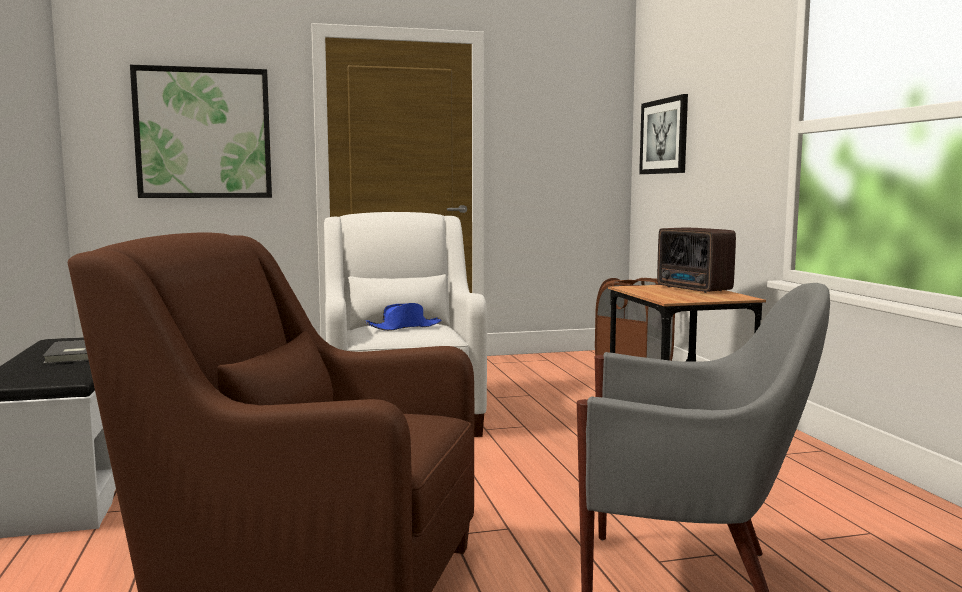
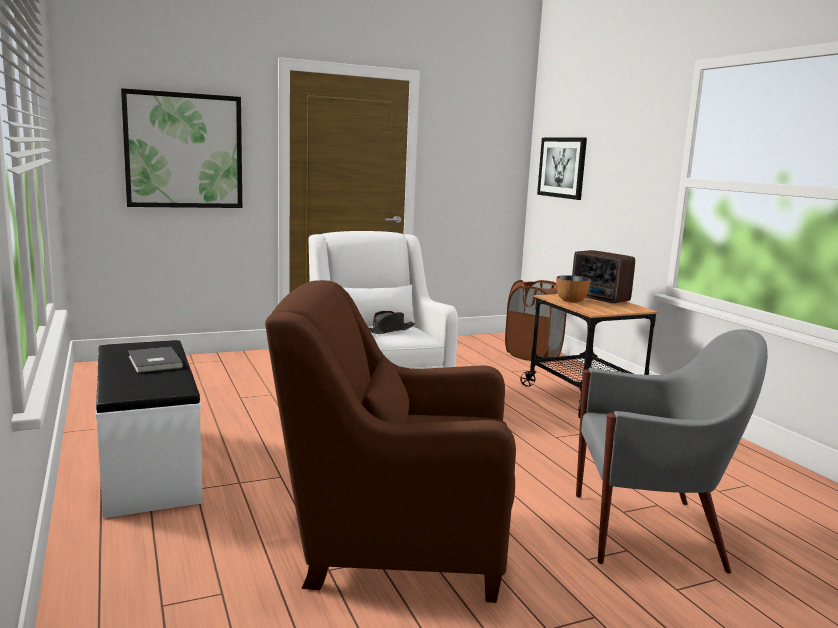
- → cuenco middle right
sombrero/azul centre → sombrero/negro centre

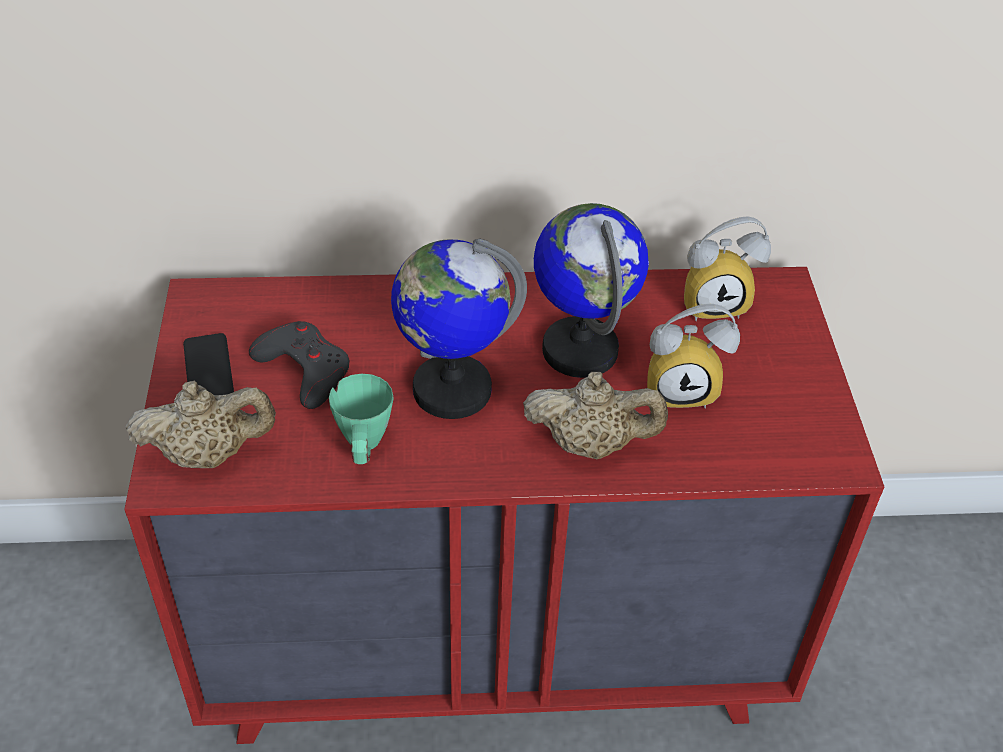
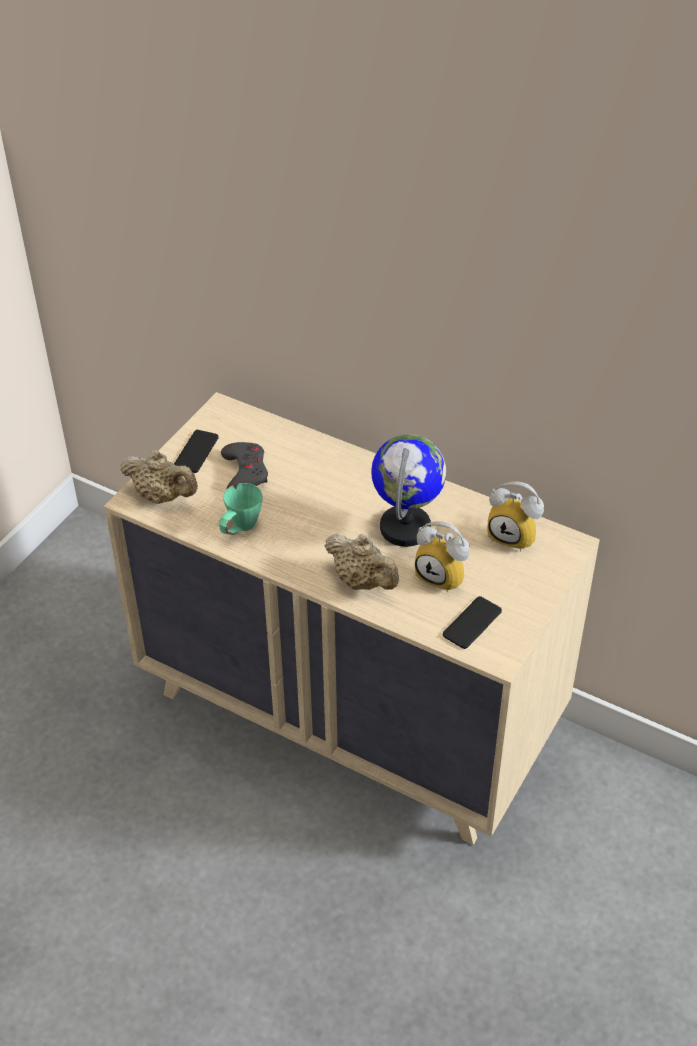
globo terráqueo (1st from left) centre → -
- → móvil (2nd from left) middle right
cómoda/rojo bottom centre → cómoda/beis centre

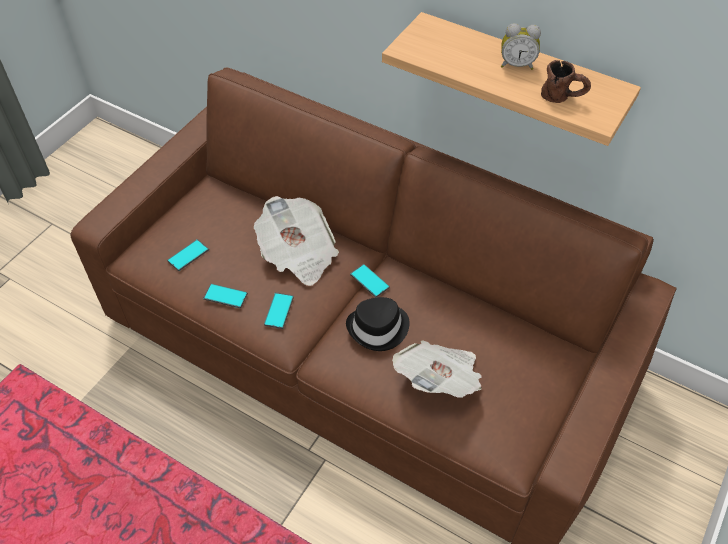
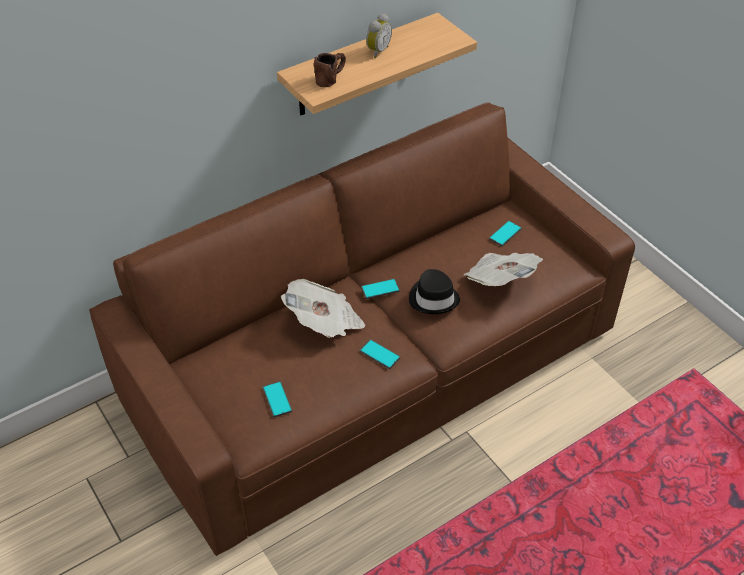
móvil (2nd from left in the first image) middle left → móvil (4th from left) middle right, move
taza grande/marrón top right → taza grande/marrón top centre, move

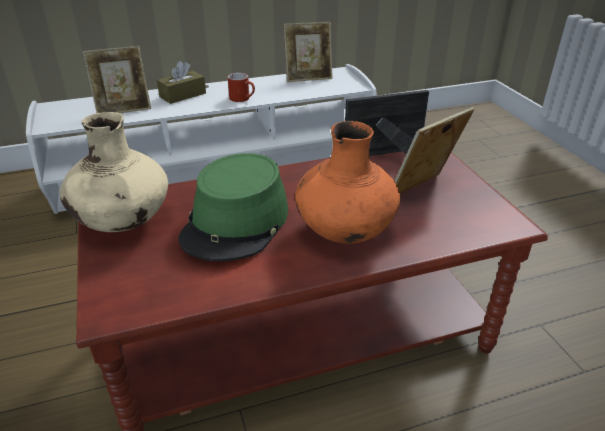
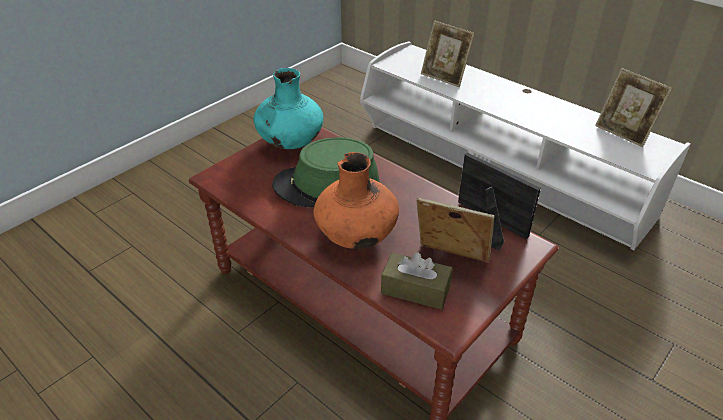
taza grande/rojo top centre → -
caja de pañuelos/marrón top left → caja de pañuelos/marrón bottom centre, move
florero/beis middle left → florero/turquesa top centre

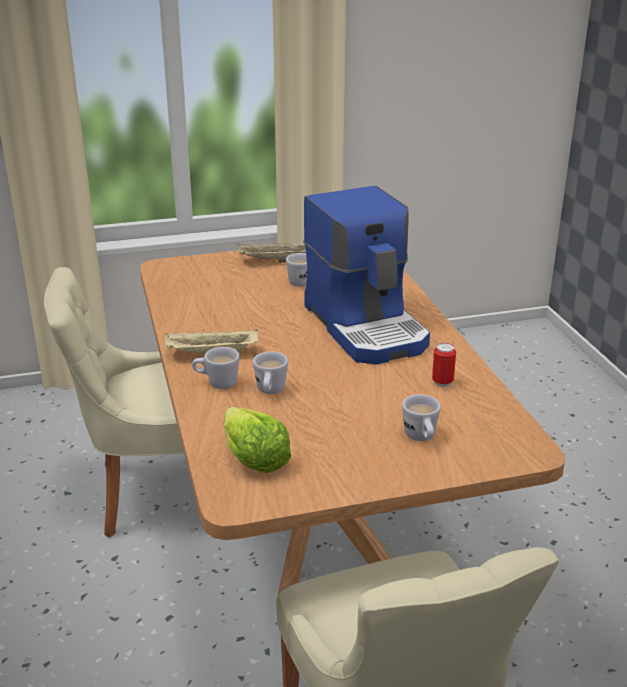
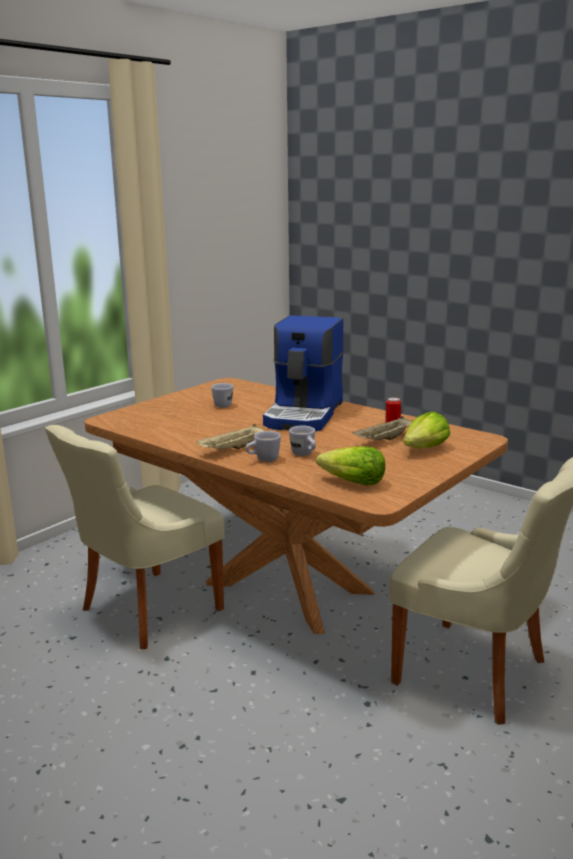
bandeja/beis (2nd from left) centre → bandeja/beis (2nd from left) middle right, move
taza grande/blanco (4th from left) middle right → lechuga (2nd from left) middle right
cafetera centre, 75 degrees clockwise

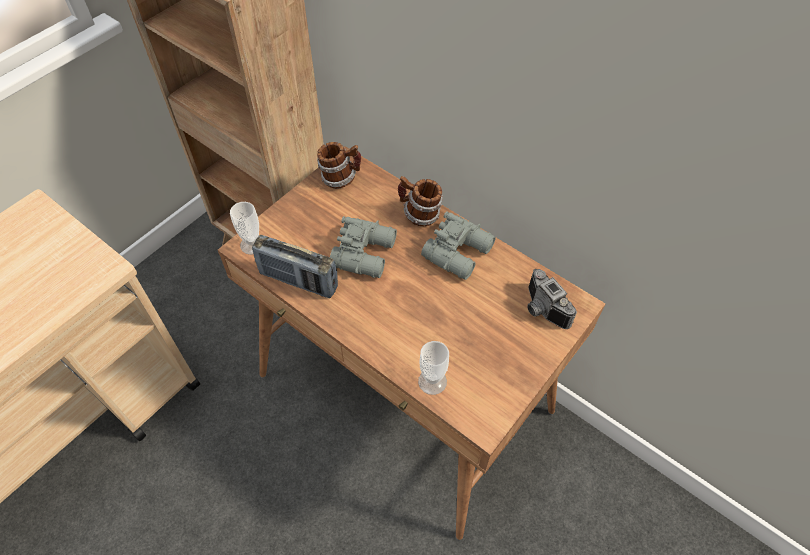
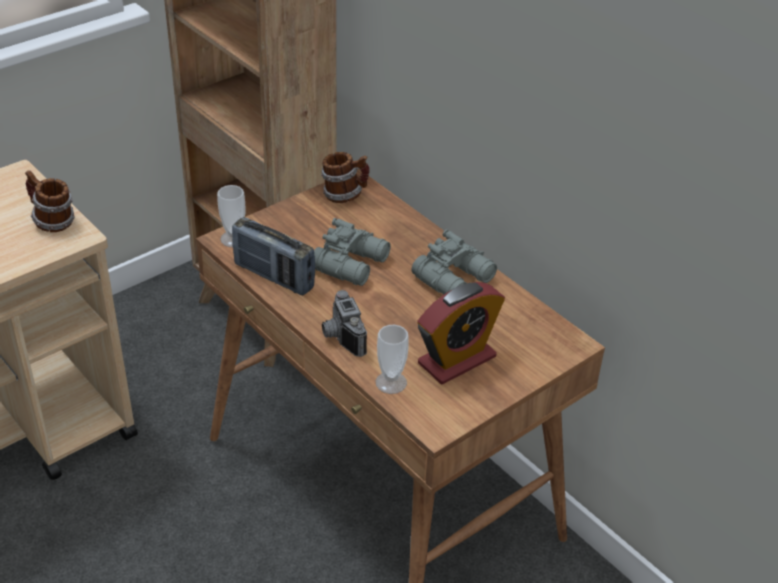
- → despertador centre
taza grande (2nd from left in the first image) centre → taza grande (1st from left) middle left, move
cámara middle right → cámara centre, move

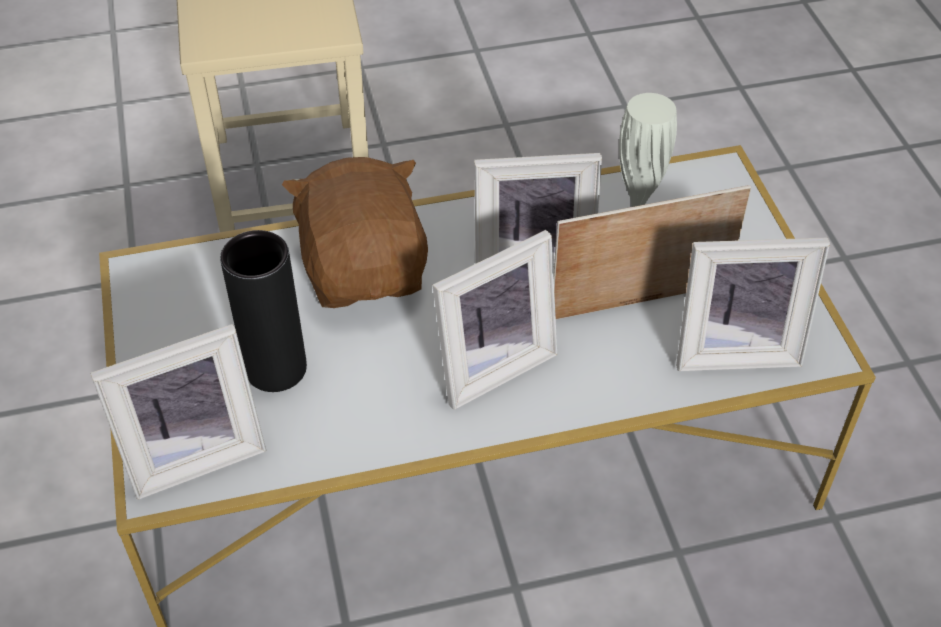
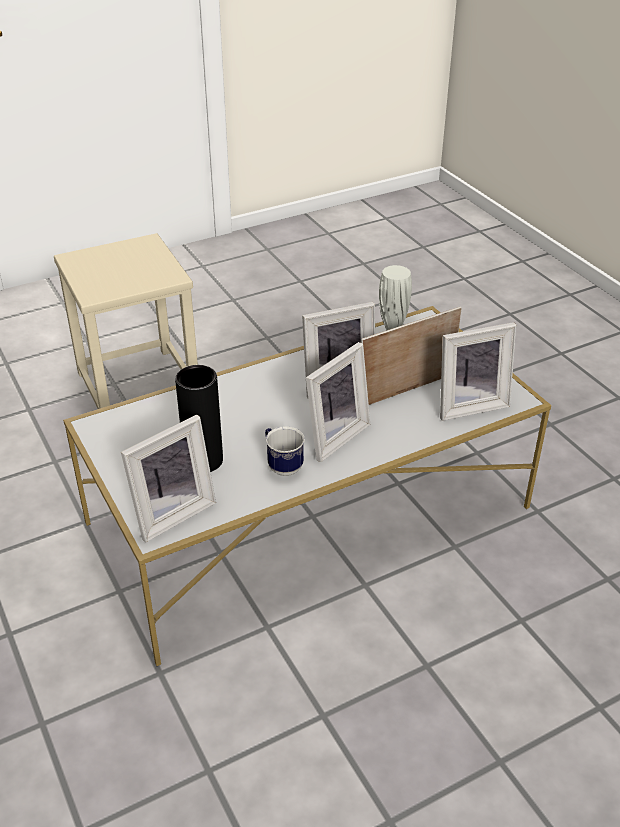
peluche/marrón centre → -
- → taza grande centre

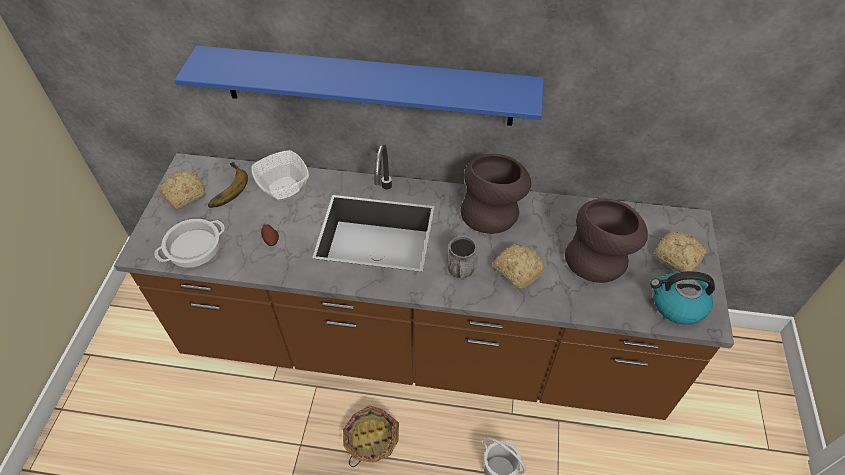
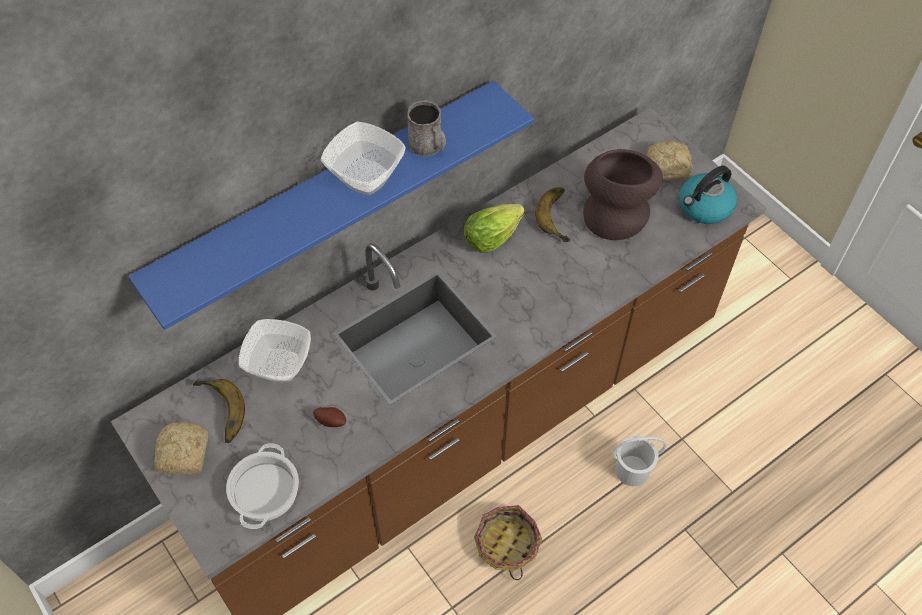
pan (2nd from left) centre → -
- → cuenco (2nd from left) top centre
- → plátano (2nd from left) centre
taza grande/gris centre → taza grande/gris top centre, move
florero/marrón (1st from left) centre → lechuga centre

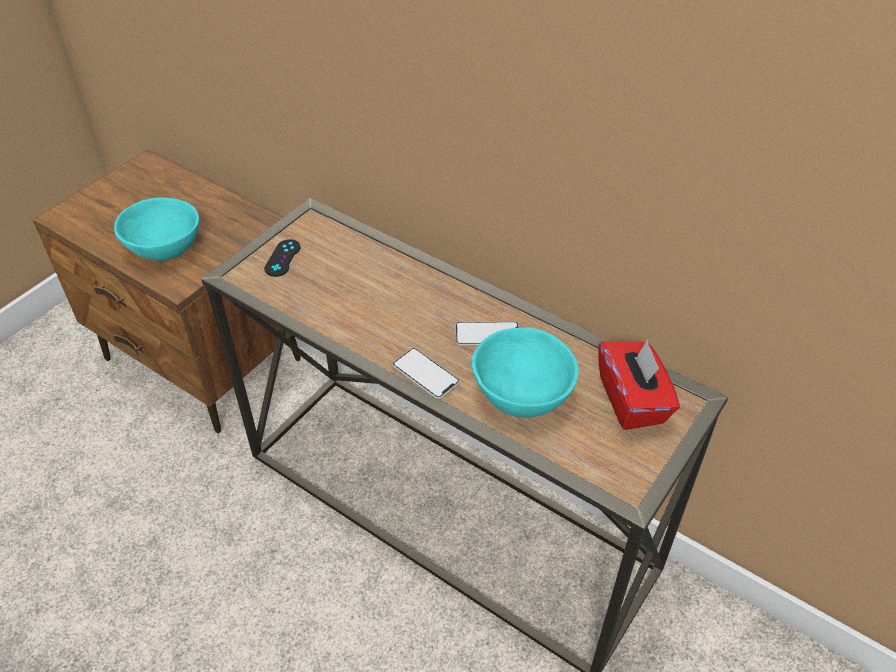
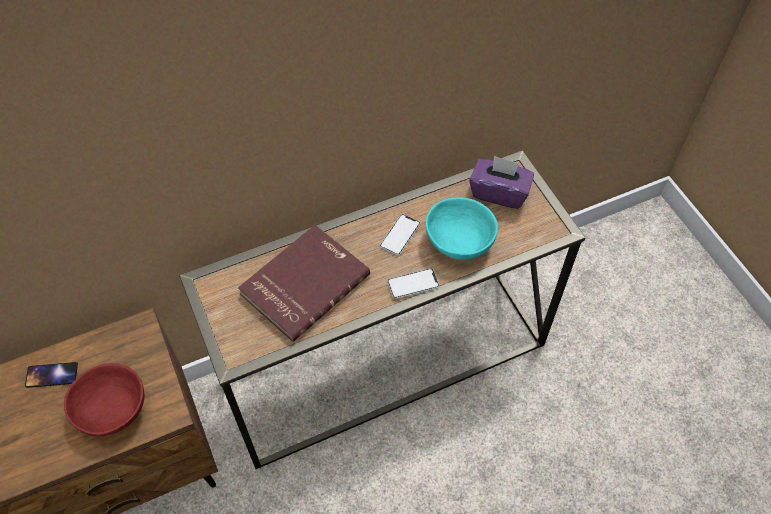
mando de consola/negro middle left → -
- → móvil (1st from left) bottom left
- → libro/rojo centre
cuenco/turquesa (1st from left) middle left → cuenco/rojo bottom left
caja de pañuelos/rojo middle right → caja de pañuelos/morado centre

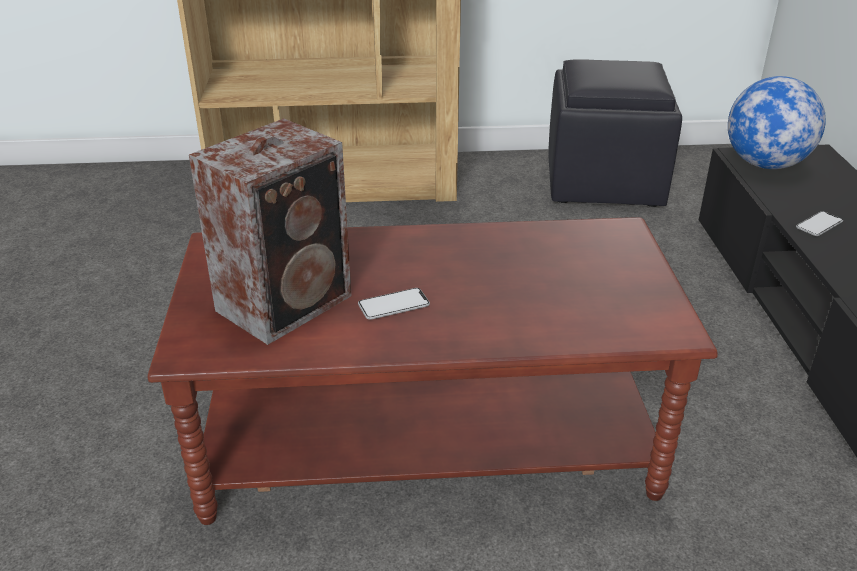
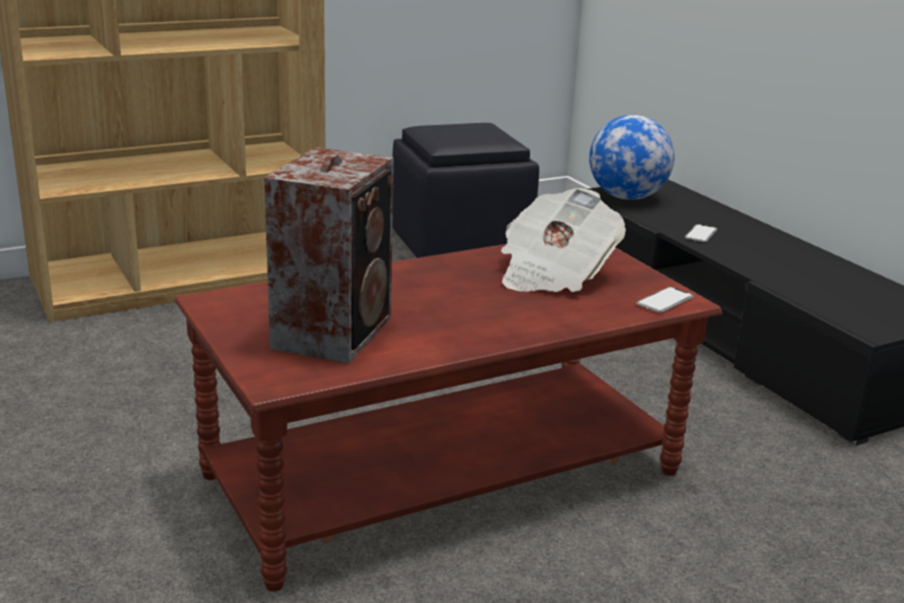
- → periódico centre
móvil (1st from left) centre → móvil (1st from left) middle right, move

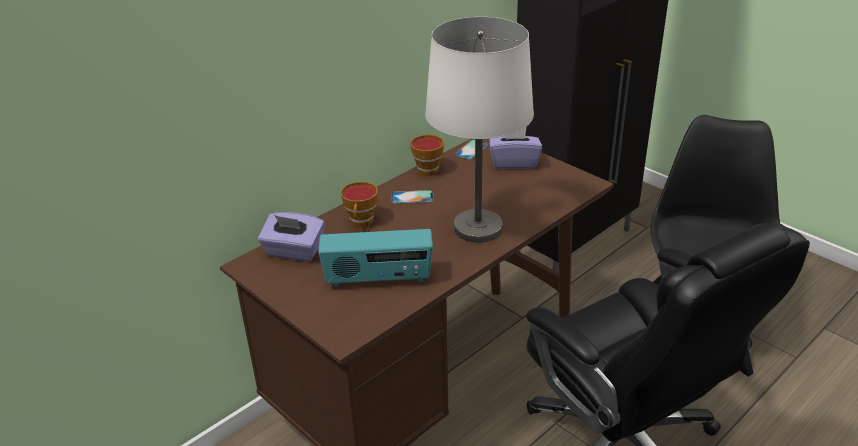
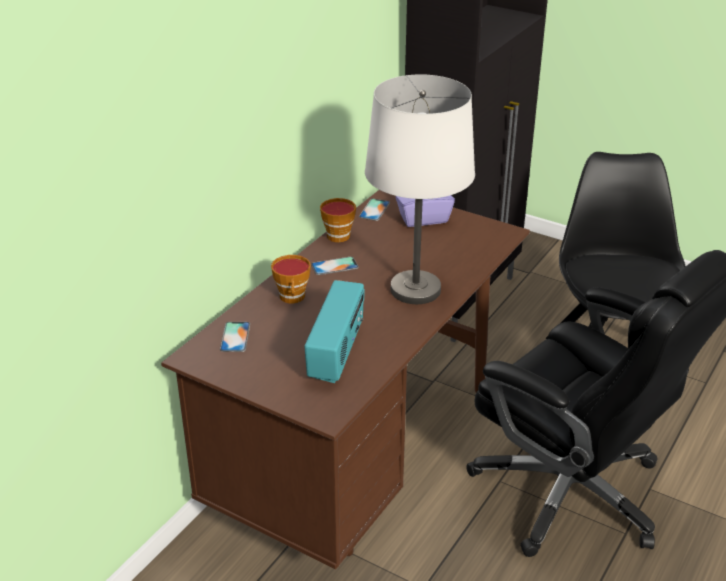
caja de pañuelos/morado (1st from left) centre → móvil (1st from left) middle left
radio centre, 60 degrees counterclockwise

